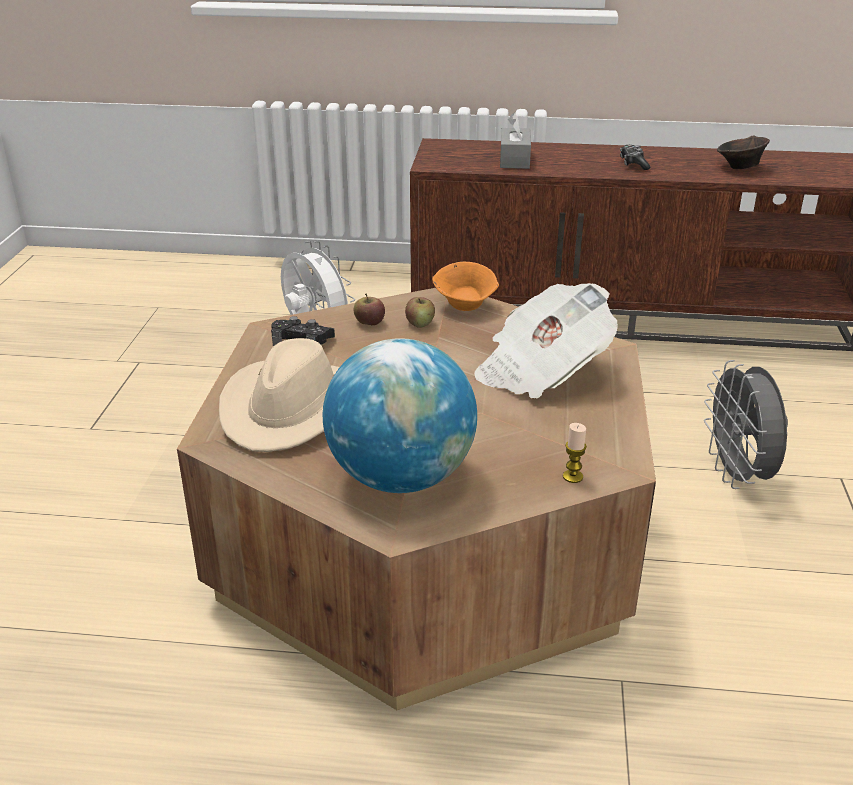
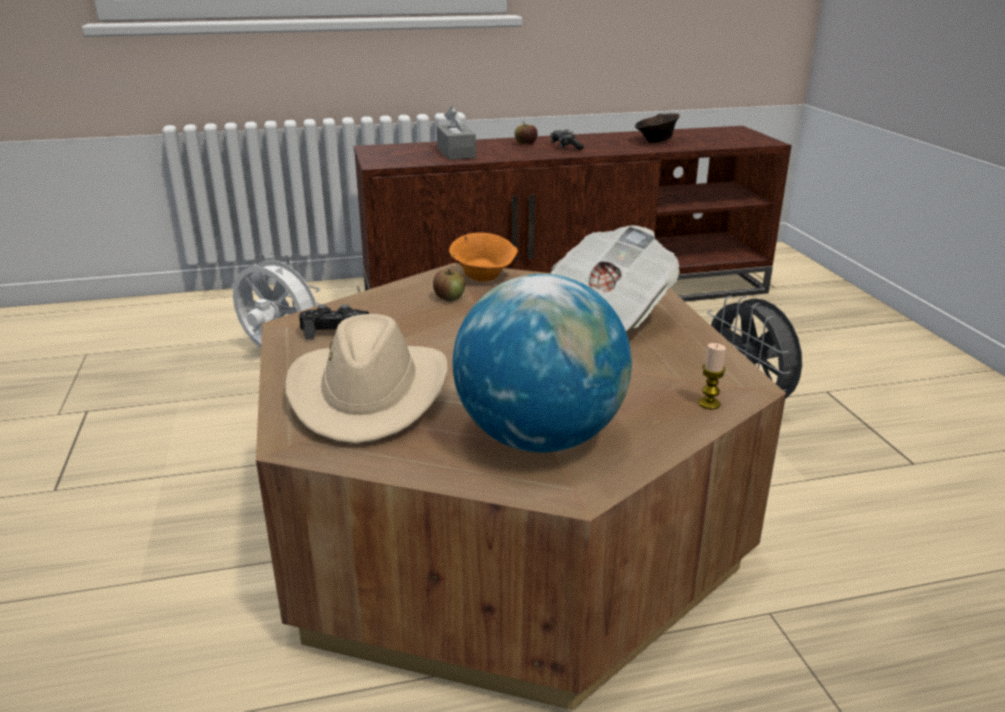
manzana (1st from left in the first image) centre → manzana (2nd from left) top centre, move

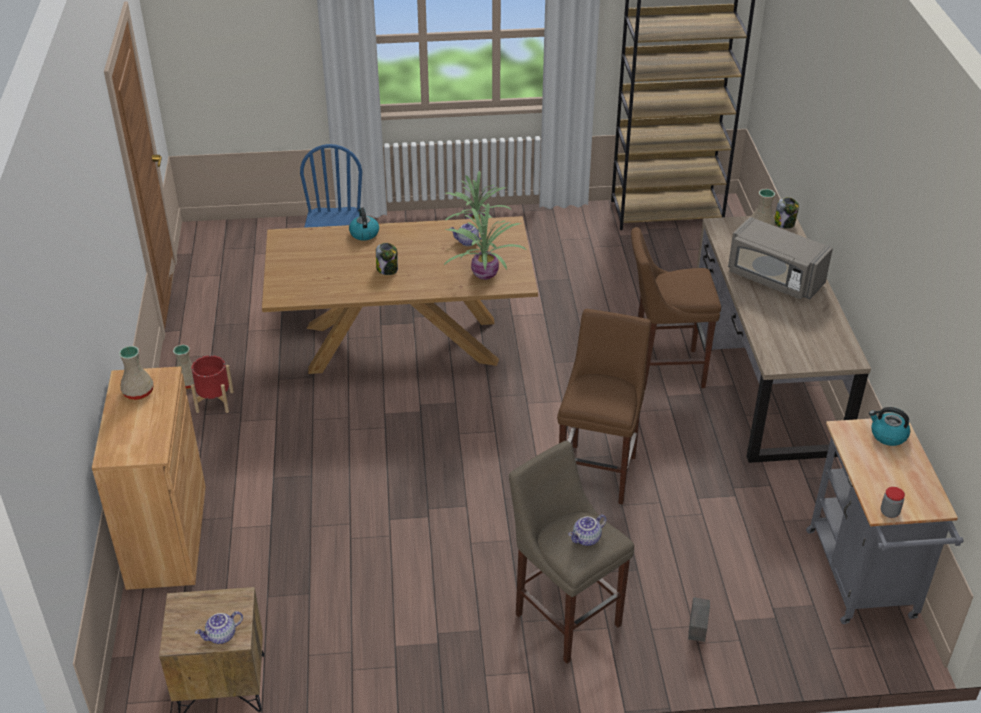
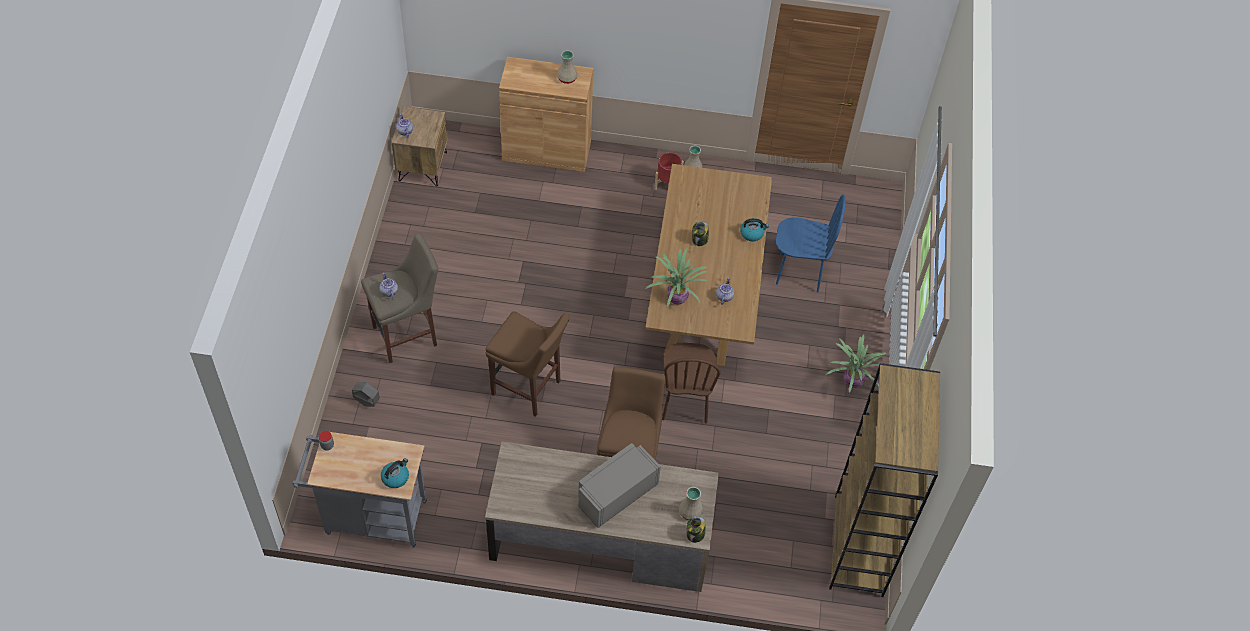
- → silla/marrón centre

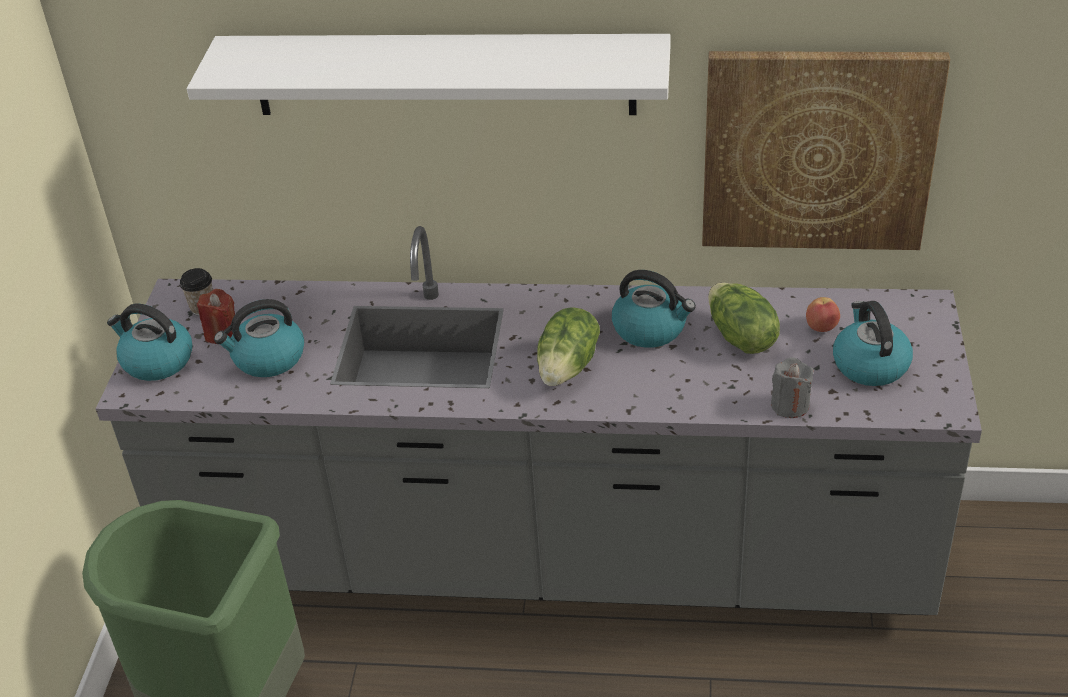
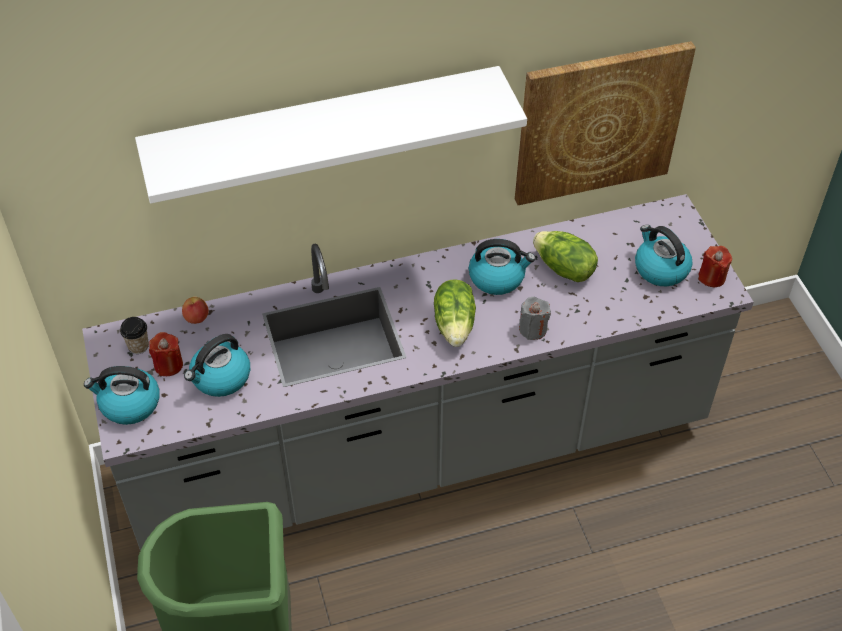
- → vela/rojo (2nd from left) middle right
vela/gris middle right → vela/gris centre, move
manzana middle right → manzana middle left, move

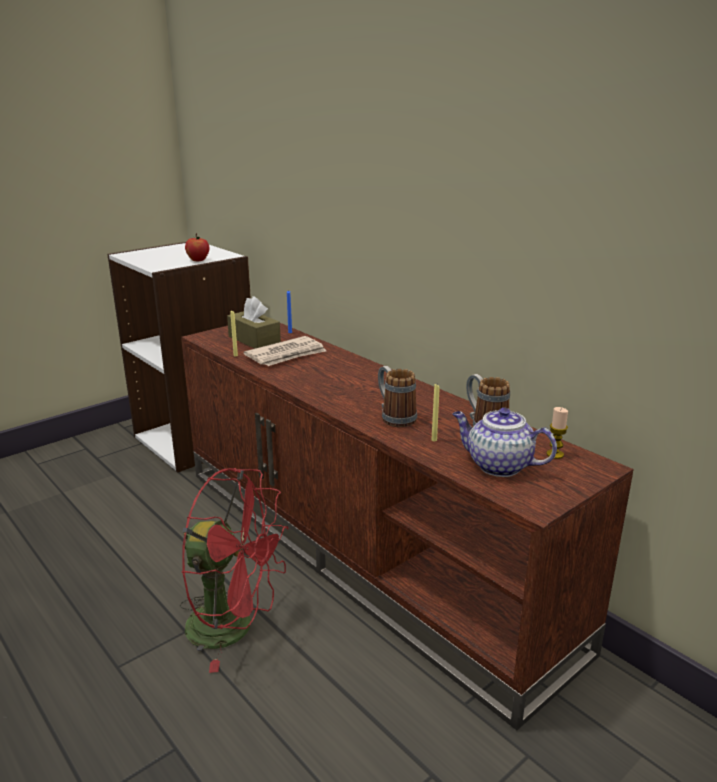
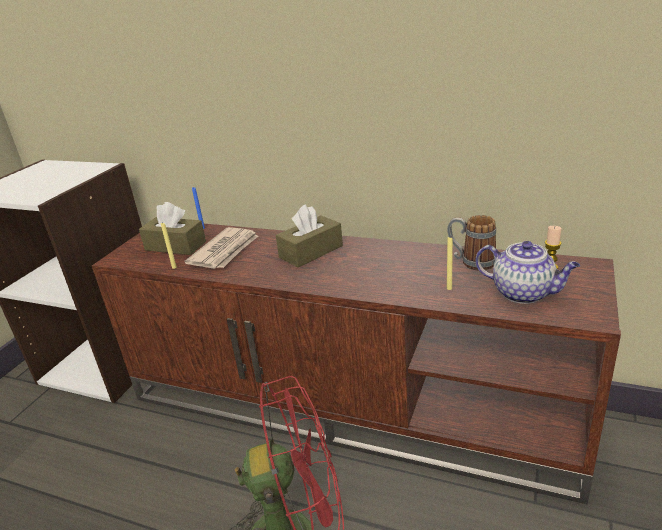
manzana top left → -
taza grande (1st from left) centre → -
- → caja de pañuelos/marrón (2nd from left) centre
tetera middle right, 150 degrees counterclockwise

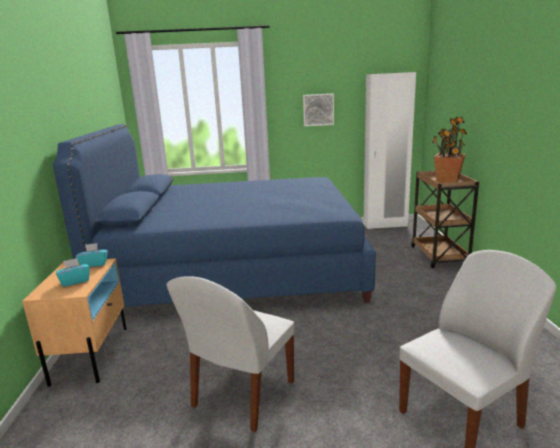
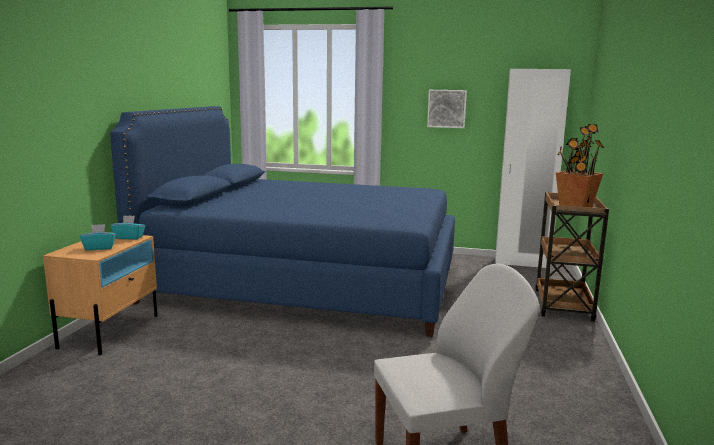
silla/blanco (1st from left) bottom centre → -

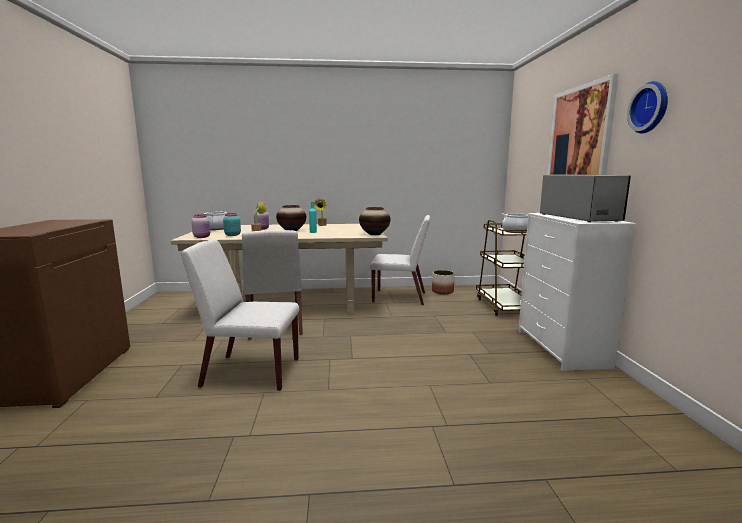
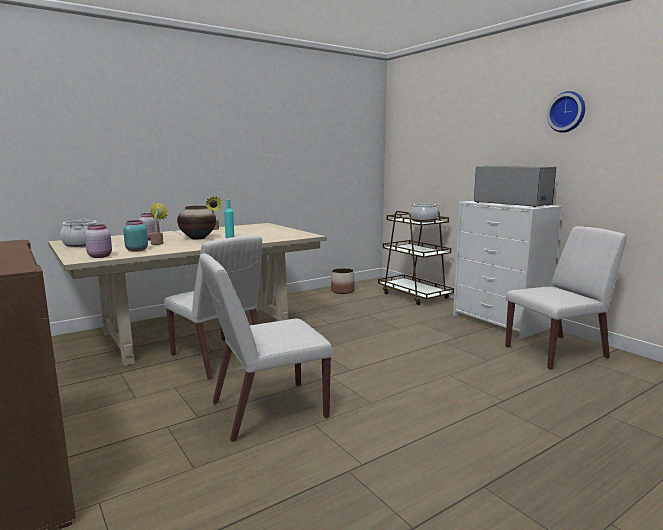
florero (2nd from left) centre → -
cuadro top right → -
silla/blanco (3rd from left) centre → silla/blanco (3rd from left) middle right, move

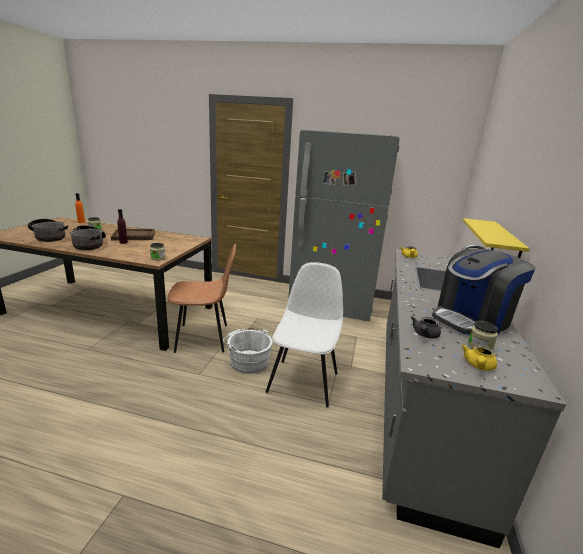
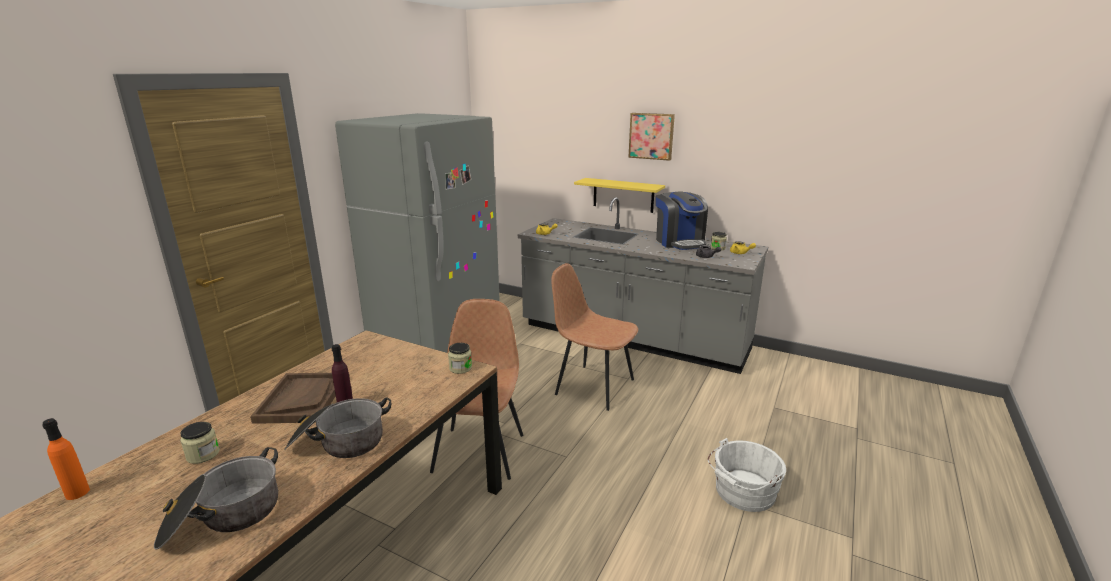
- → cuadro top centre
cubo/blanco centre → cubo/blanco bottom right, move
silla/blanco centre → silla/marrón (2nd from left) centre

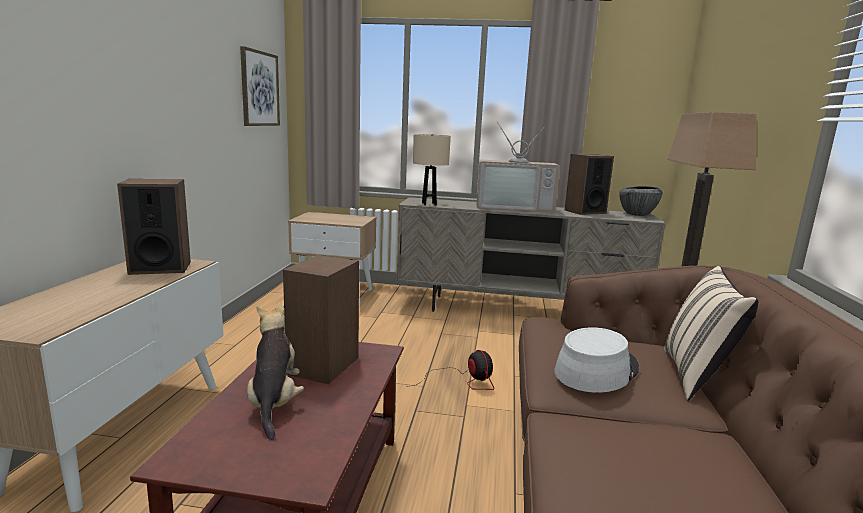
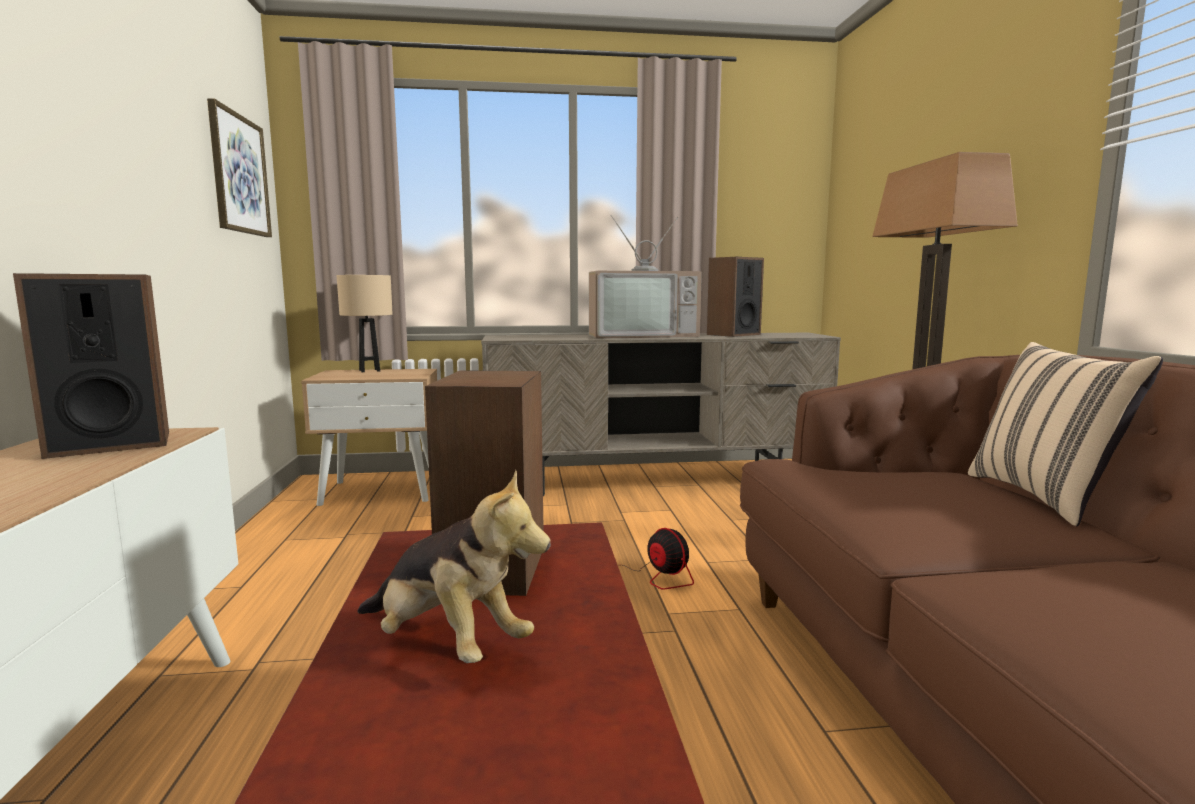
sombrero/gris bottom right → -
cuenco middle right → -
lámpara de mesa/beis top centre → lámpara de mesa/beis middle left, move
peluche bottom left → peluche bottom centre, 150 degrees clockwise

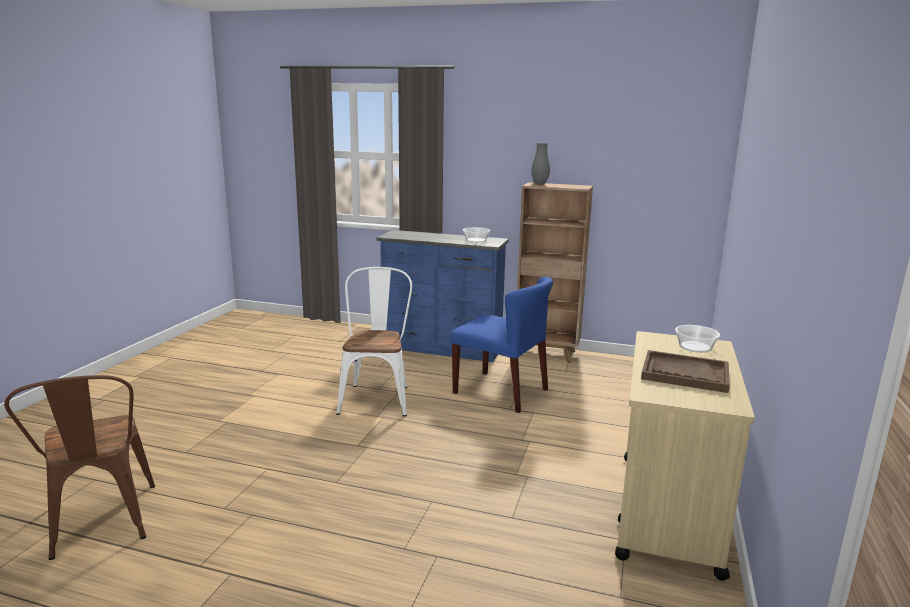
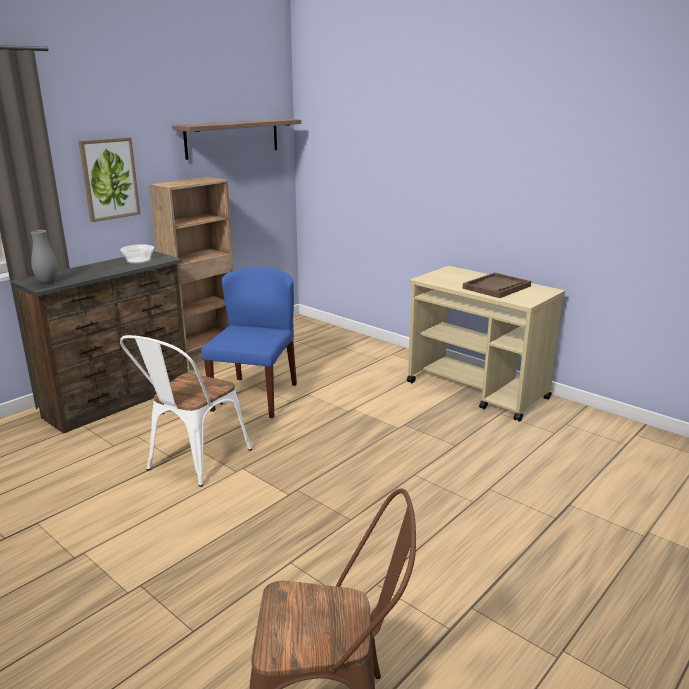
cuenco (2nd from left) middle right → -
- → cuadro top left
- → estante top centre
florero/gris top centre → florero/gris middle left, move
cómoda/azul centre → cómoda/marrón middle left
silla/blanco centre → silla/blanco middle left, 90 degrees counterclockwise
silla/azul centre, 45 degrees counterclockwise

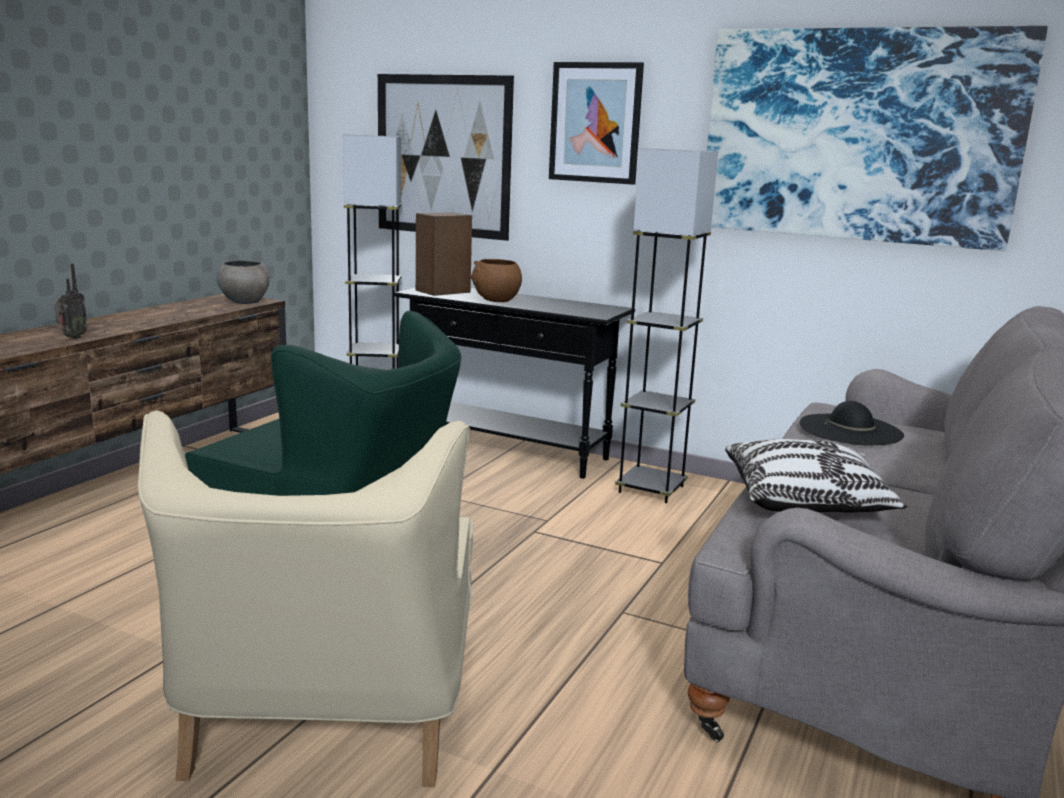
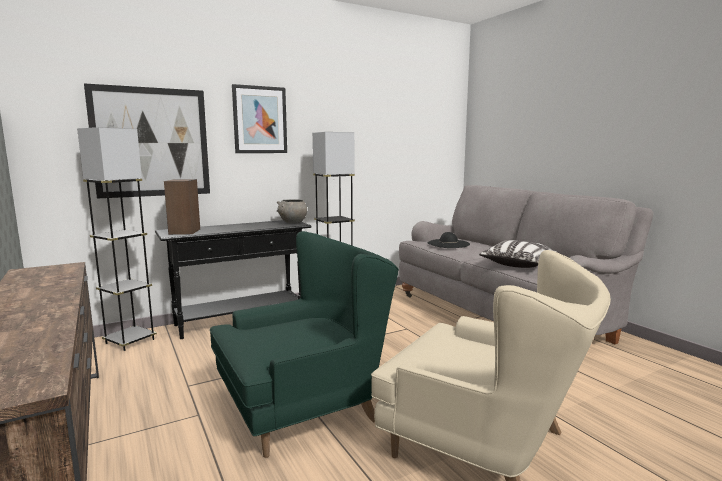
radio middle left → -
cuenco/marrón centre → -
cuadro (3rd from left) top right → -
cuenco/gris middle left → cuenco/gris centre, move

